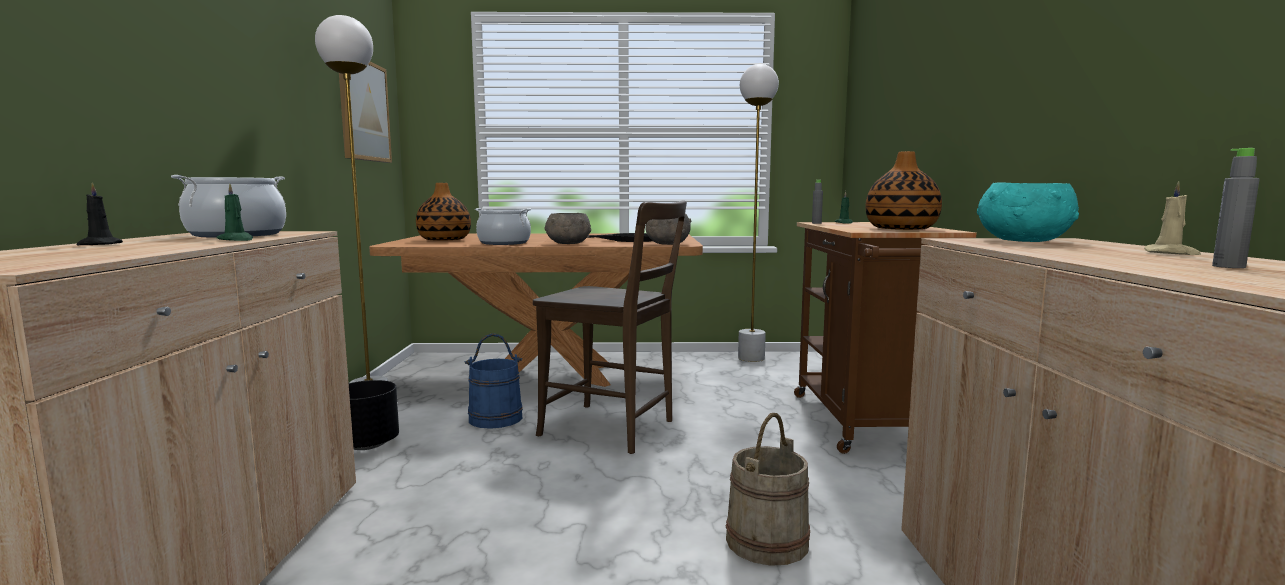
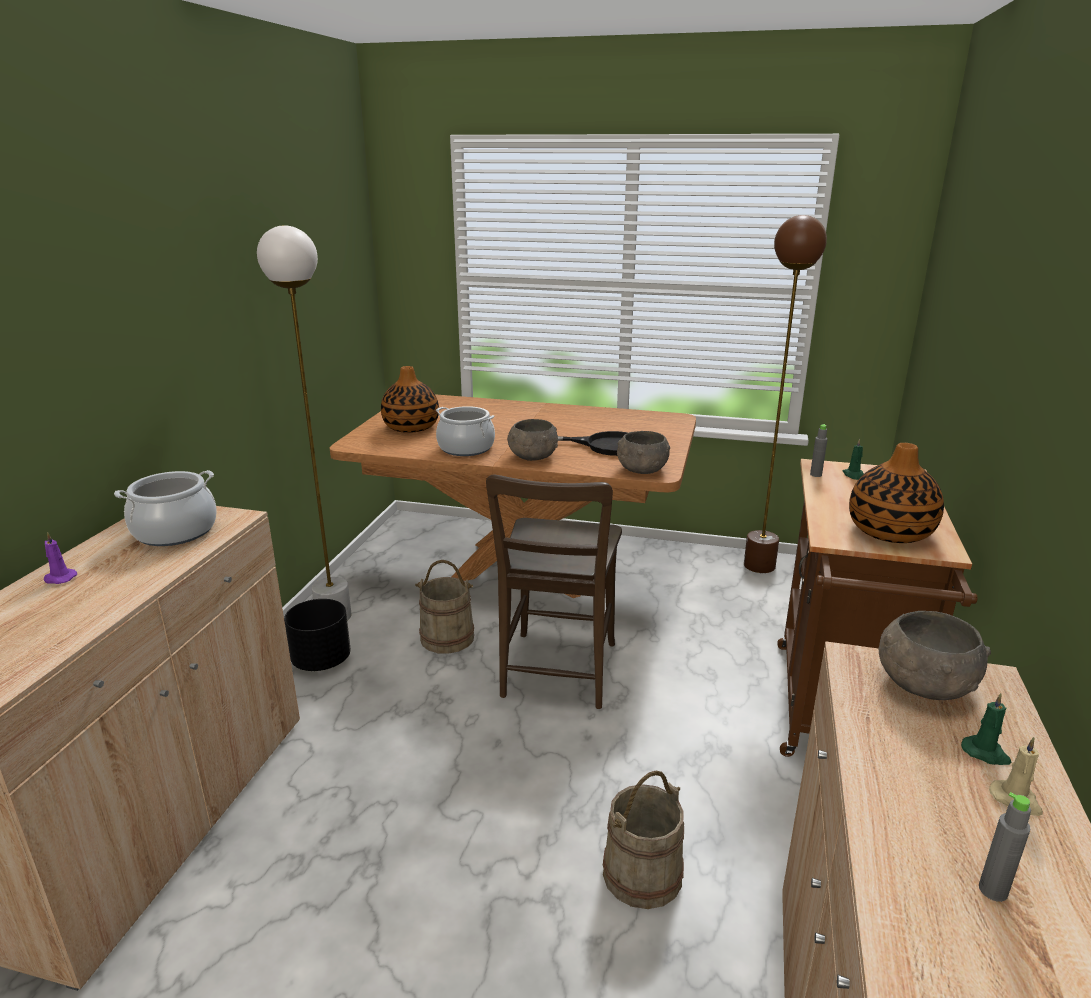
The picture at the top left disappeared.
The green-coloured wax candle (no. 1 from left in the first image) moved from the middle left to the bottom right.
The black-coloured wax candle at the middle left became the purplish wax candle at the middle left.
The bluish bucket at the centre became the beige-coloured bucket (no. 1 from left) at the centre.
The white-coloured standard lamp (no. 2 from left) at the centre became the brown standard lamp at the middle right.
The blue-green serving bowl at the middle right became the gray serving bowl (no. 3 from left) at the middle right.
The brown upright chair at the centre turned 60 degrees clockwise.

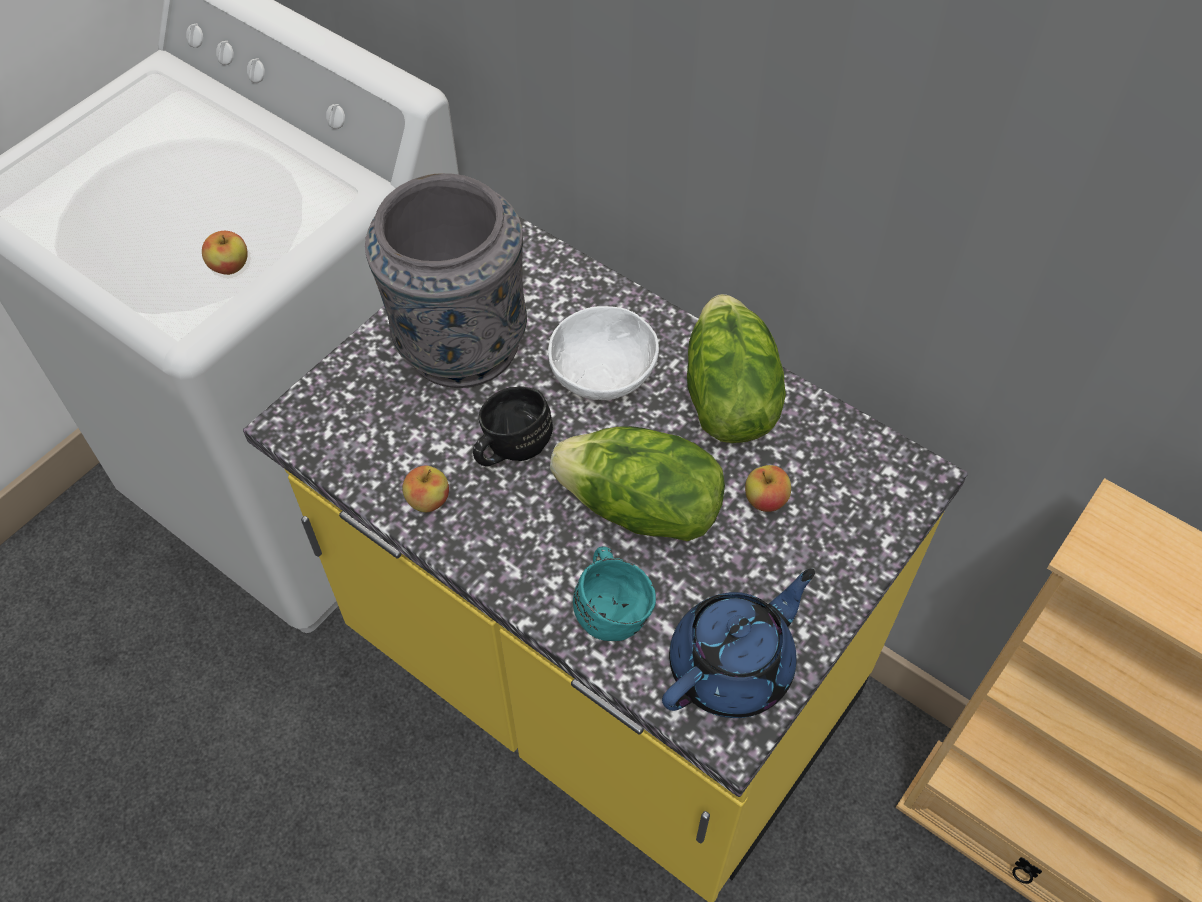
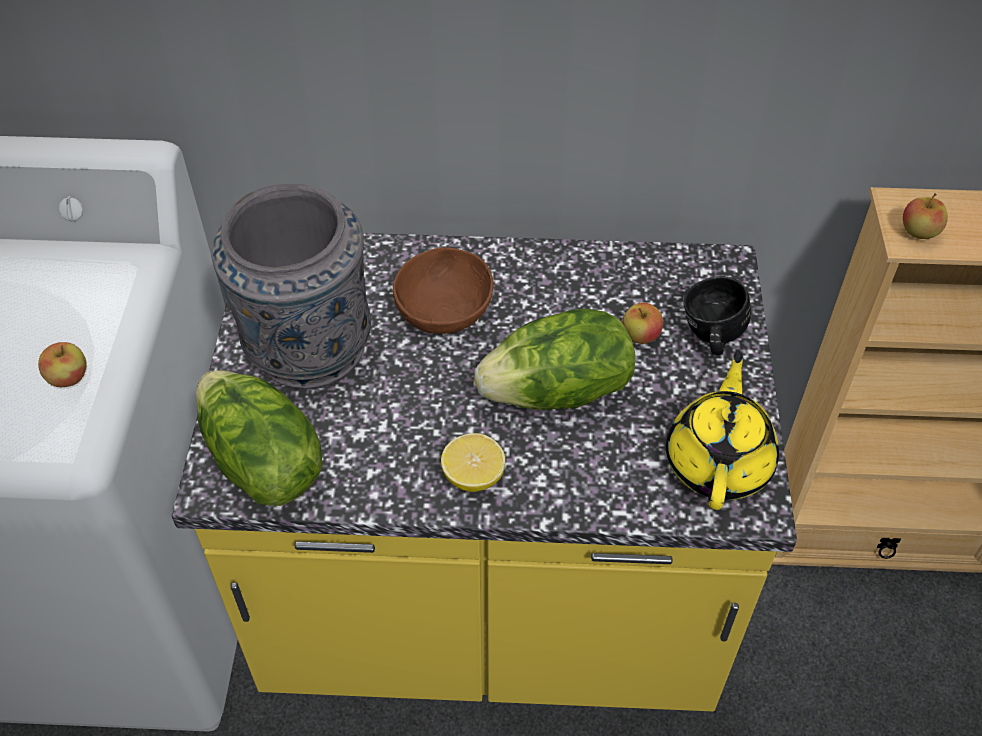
The blue-green tea mug at the centre disappeared.
The citrus fruit at the centre appeared.
The apple fruit (no. 2 from left in the first image) moved from the centre to the top right.
The black-coloured tea mug moved from the centre to the middle right.
The lettuce head (no. 2 from left in the first image) moved from the centre to the middle left.
The white-coloured serving bowl at the centre became the brown serving bowl at the centre.
The bluish tea pot at the bottom centre became the yellow-coloured tea pot at the middle right.

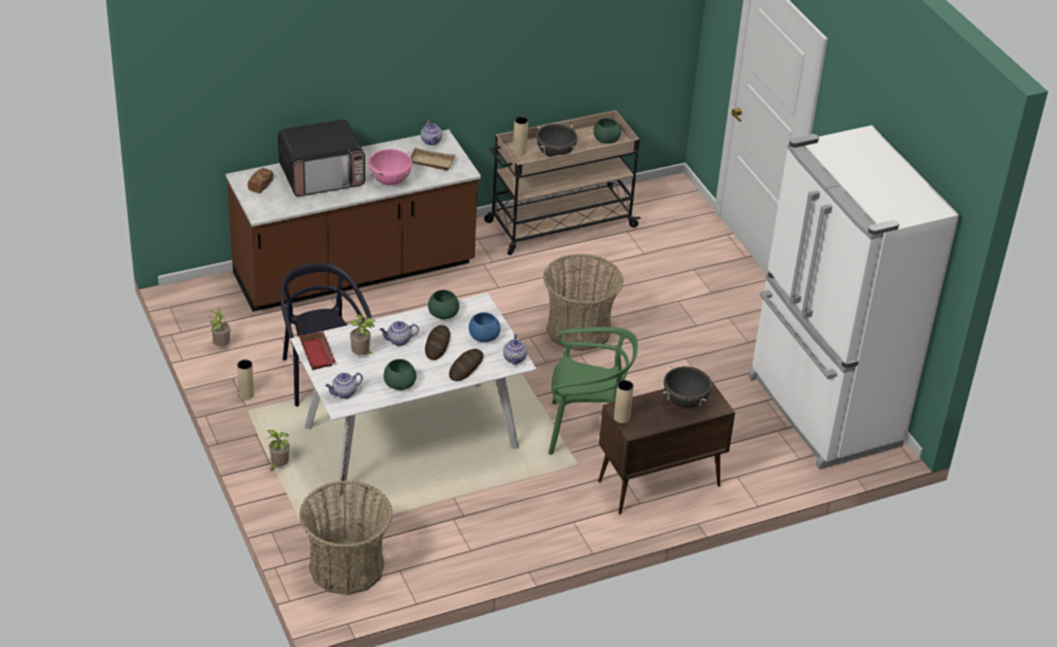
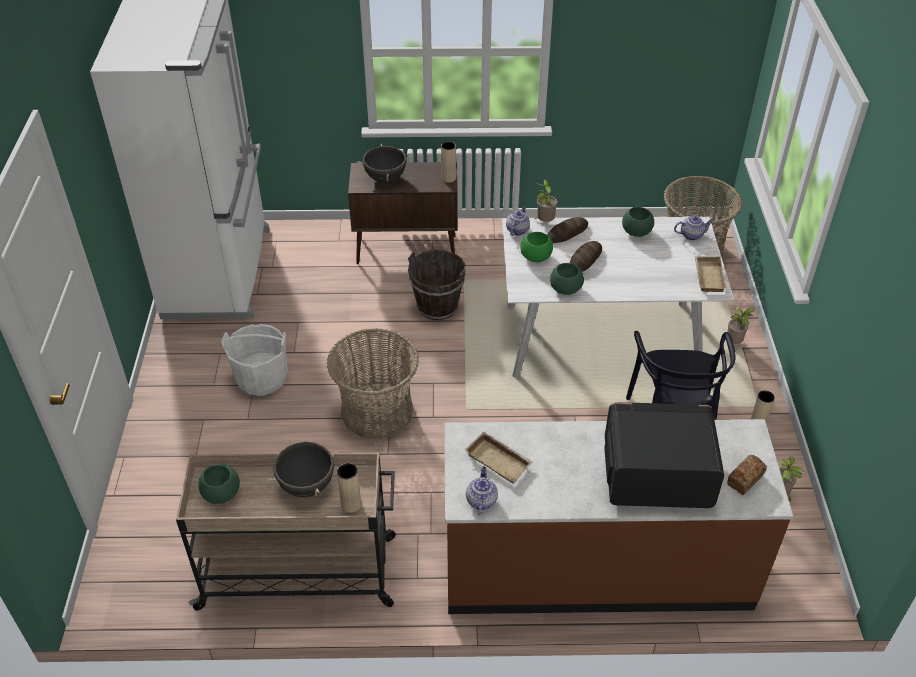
The pink saucepot at the top centre disappeared.
The tea pot (no. 2 from left) at the centre disappeared.
The white-coloured bucket at the middle left appeared.
The houseplant (no. 3 from left in the first image) moved from the centre to the top centre.
The green-coloured upright chair at the centre was replaced by the brown bucket at the centre.
The reddish tray at the middle left became the beige-coloured tray (no. 2 from left) at the middle right.
The bluish serving bowl at the centre became the green-coloured serving bowl (no. 2 from left) at the centre.

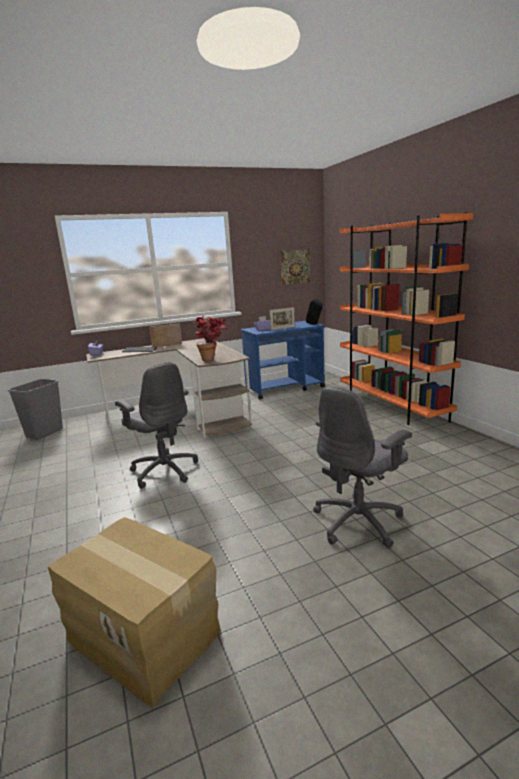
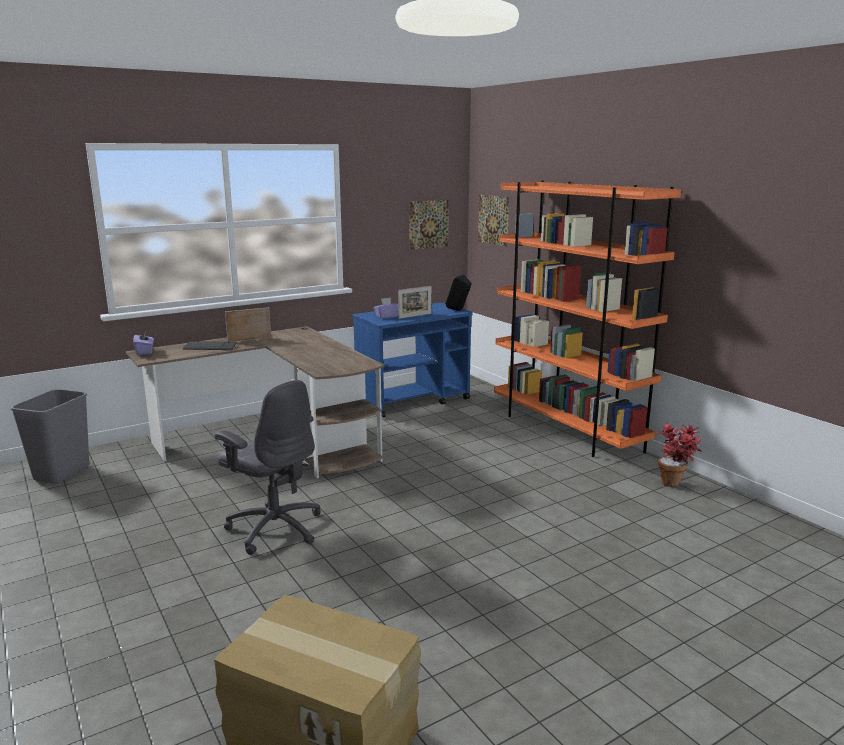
The gray office chair (no. 2 from left) at the middle right disappeared.
The picture (no. 2 from left) at the top centre appeared.
The houseplant moved from the centre to the middle right.

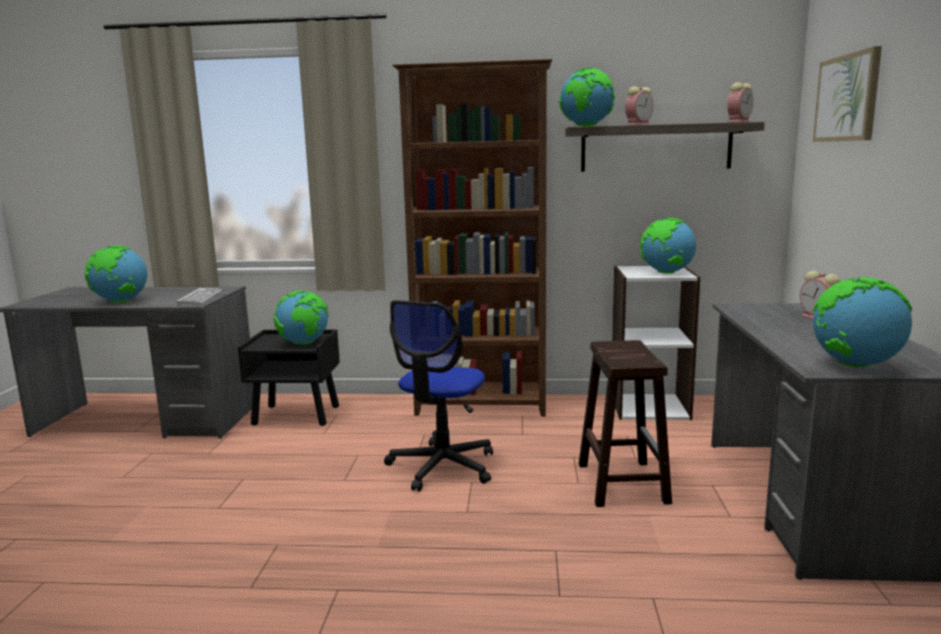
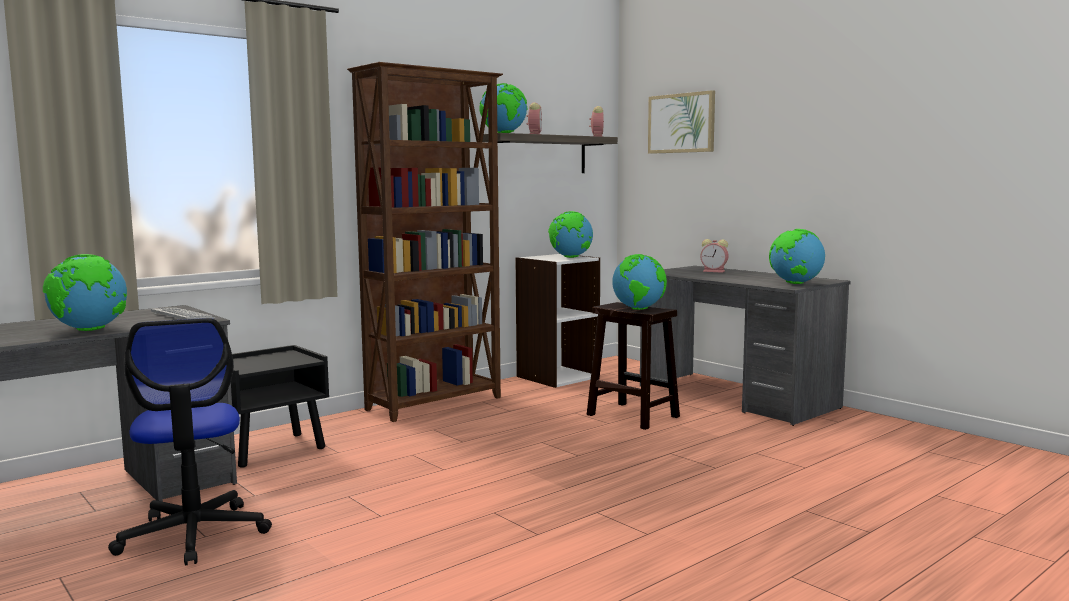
The desk globe (no. 2 from left in the first image) moved from the middle left to the centre.
The office chair moved from the centre to the bottom left.

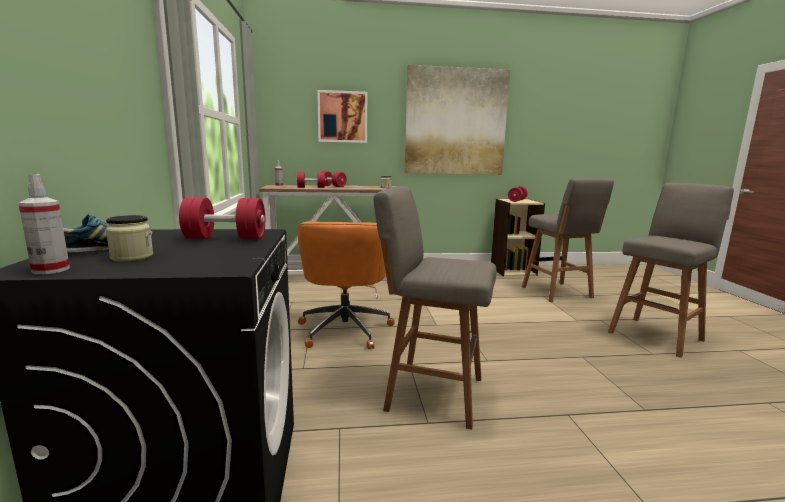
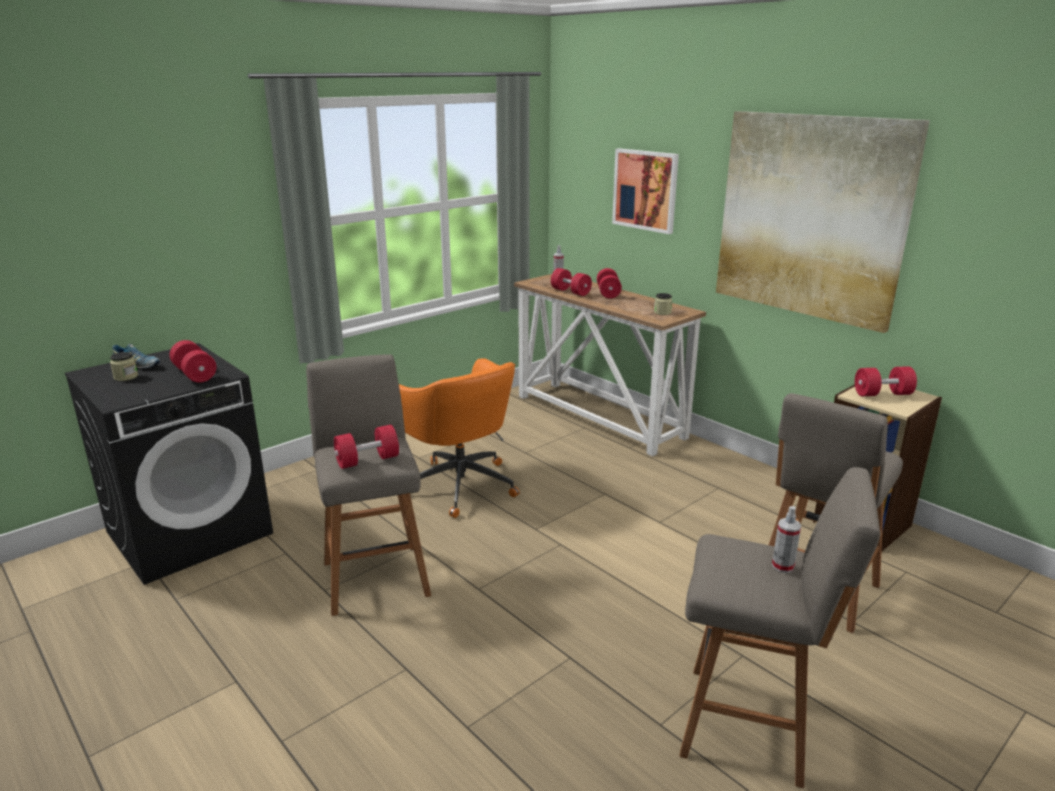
The reddish dumbbell (no. 2 from left) at the centre appeared.
The sprayer (no. 1 from left in the first image) moved from the middle left to the bottom right.
The orange office chair at the centre turned 90 degrees counterclockwise.

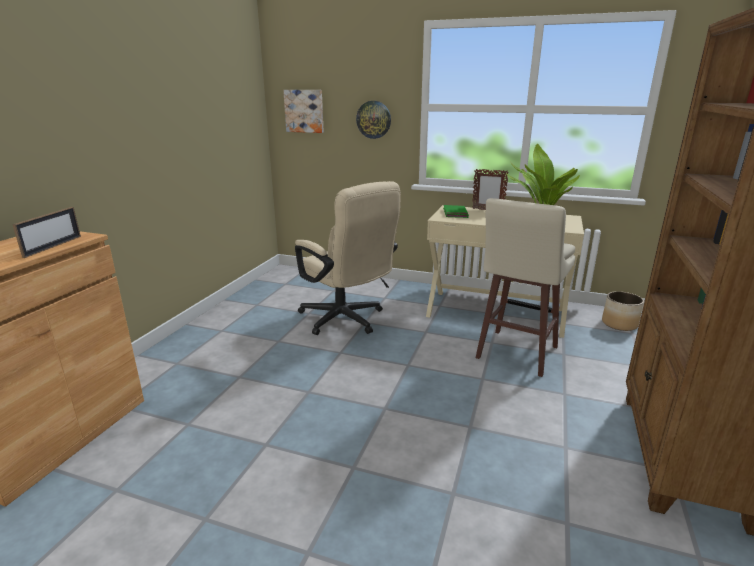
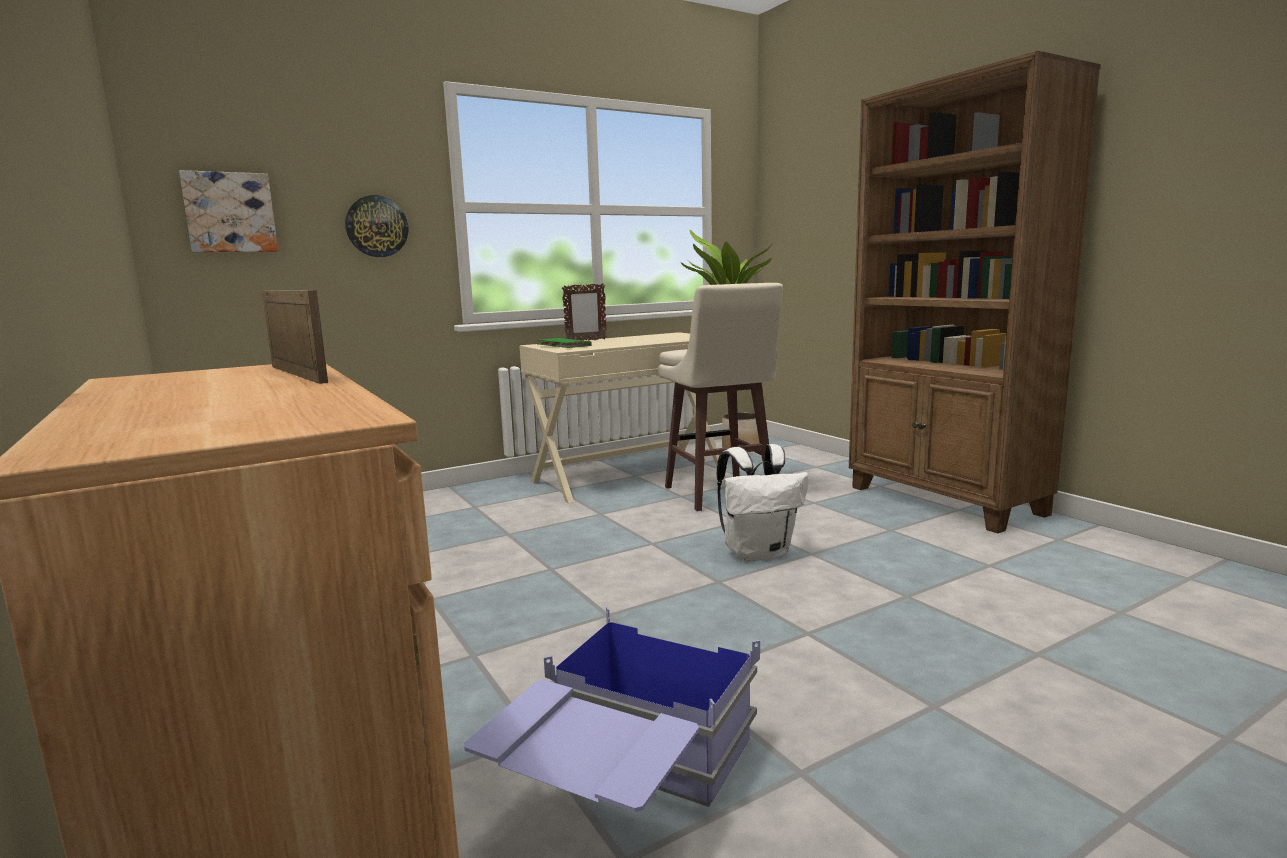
The beige-coloured office chair at the centre disappeared.
The bluish storage container at the bottom centre appeared.
The white-coloured backpack at the centre appeared.

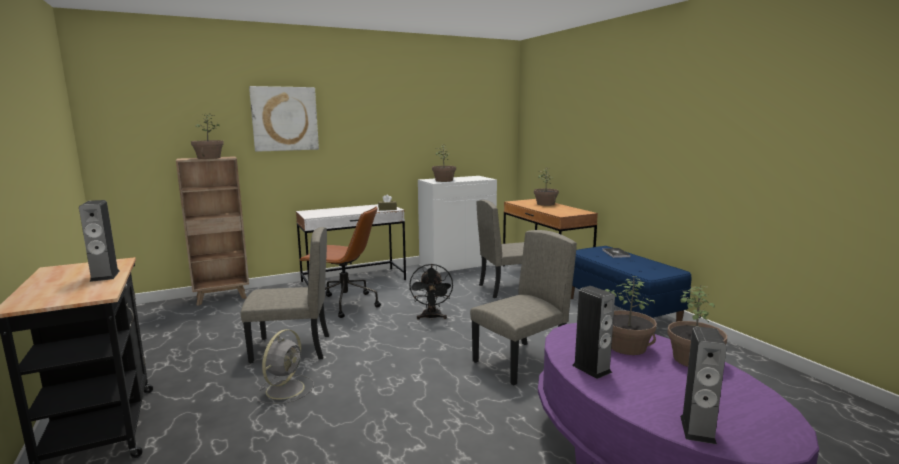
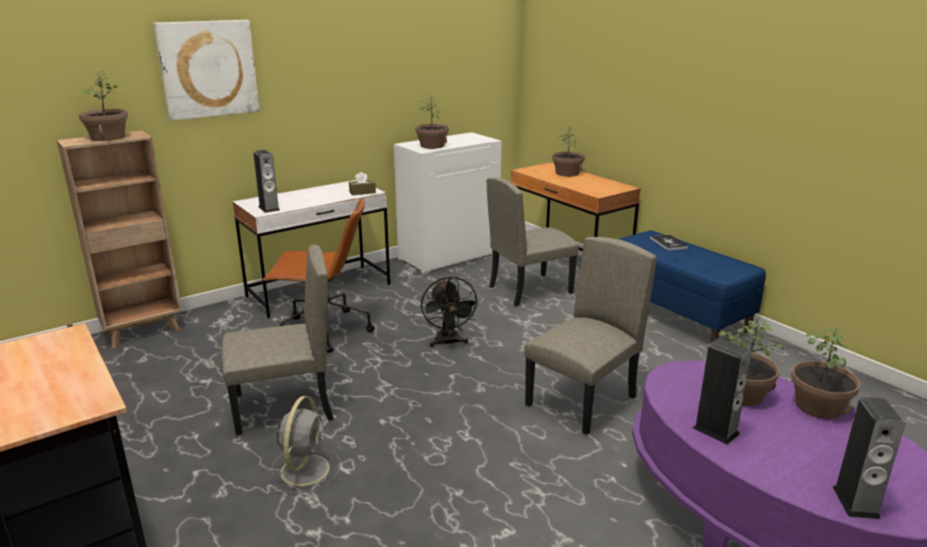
The speaker (no. 1 from left) moved from the middle left to the top left.

